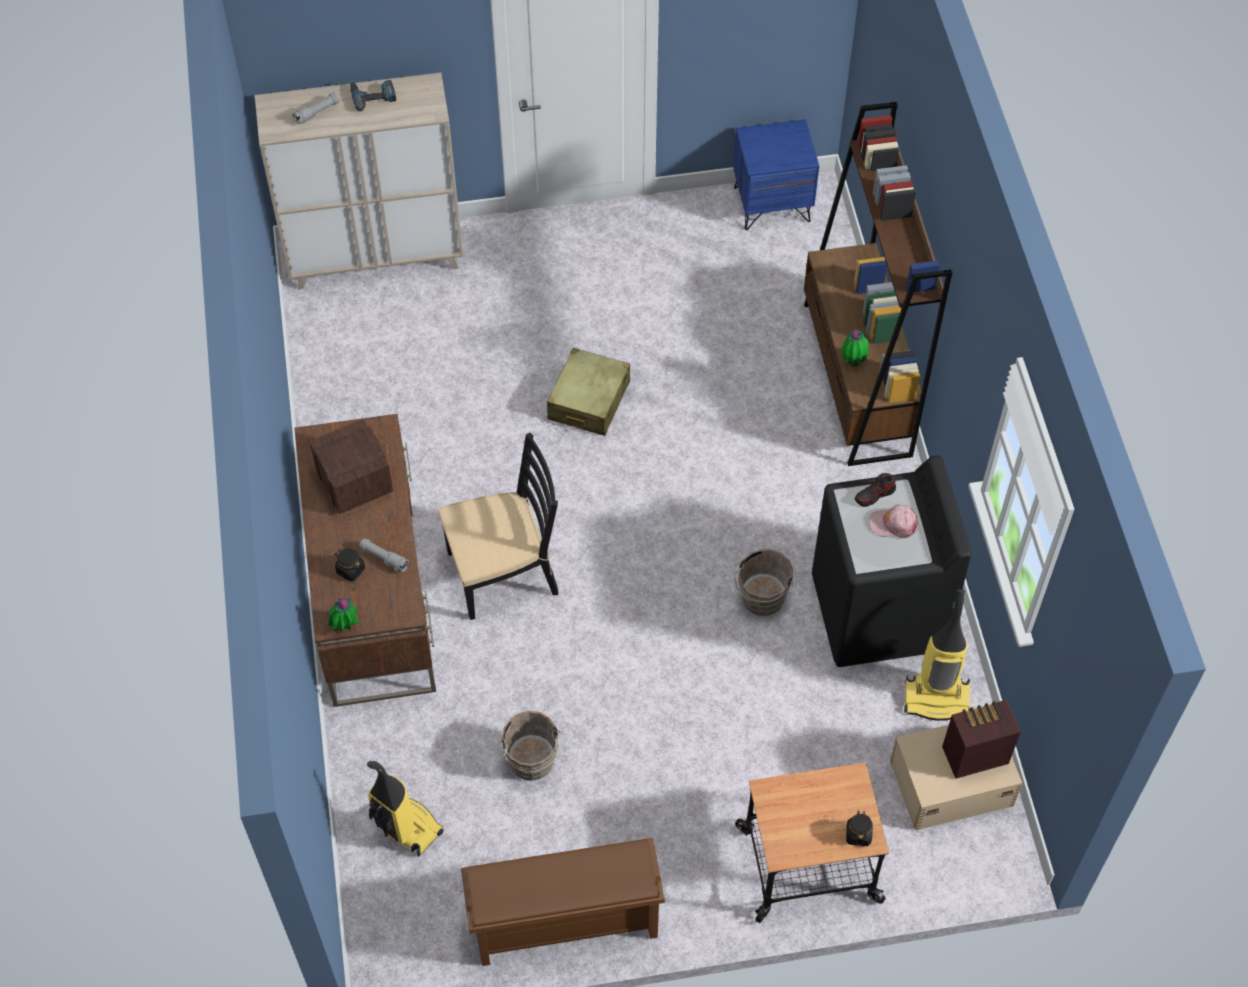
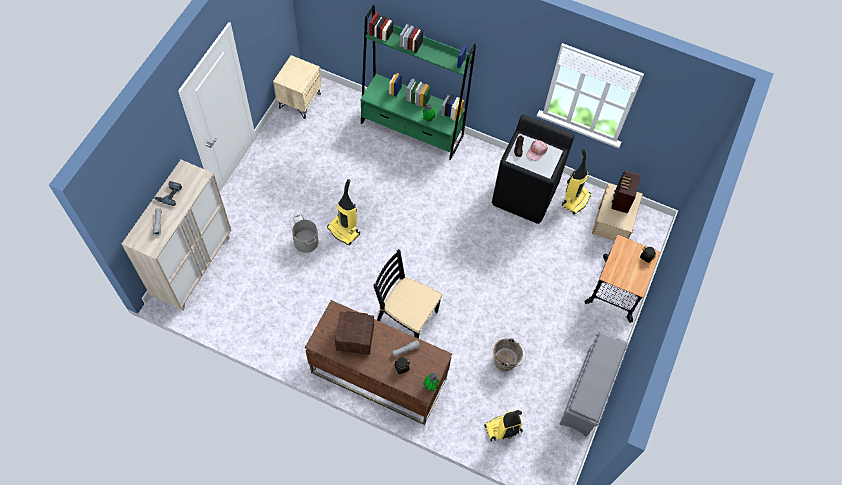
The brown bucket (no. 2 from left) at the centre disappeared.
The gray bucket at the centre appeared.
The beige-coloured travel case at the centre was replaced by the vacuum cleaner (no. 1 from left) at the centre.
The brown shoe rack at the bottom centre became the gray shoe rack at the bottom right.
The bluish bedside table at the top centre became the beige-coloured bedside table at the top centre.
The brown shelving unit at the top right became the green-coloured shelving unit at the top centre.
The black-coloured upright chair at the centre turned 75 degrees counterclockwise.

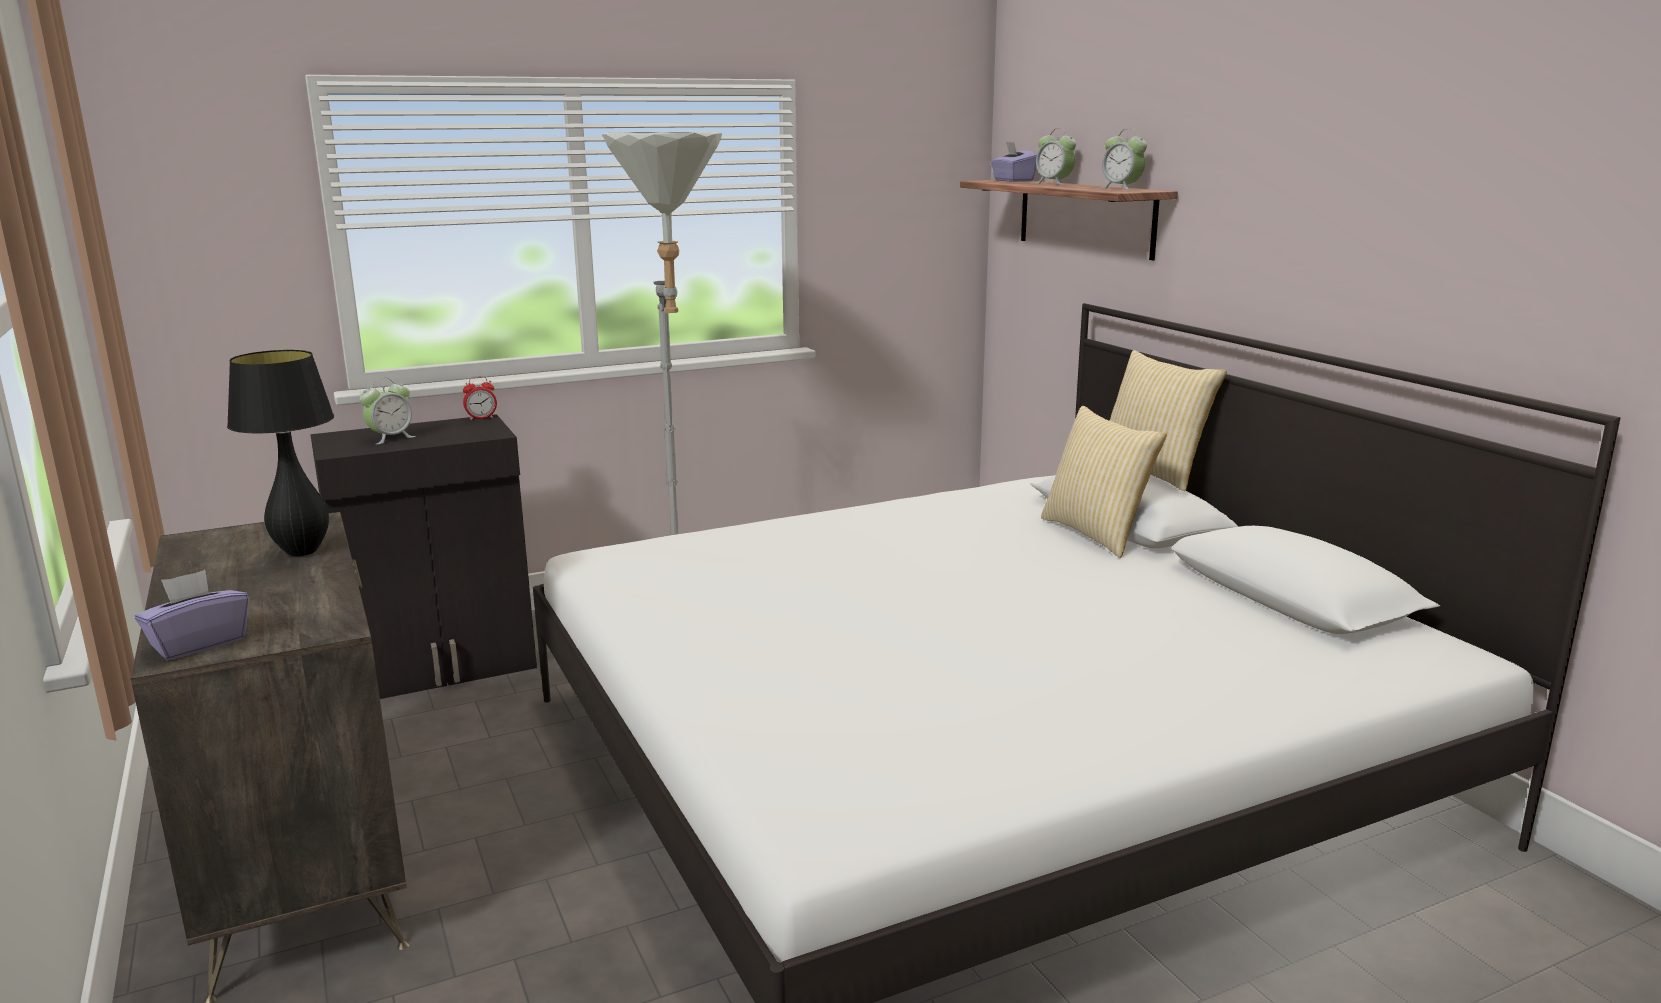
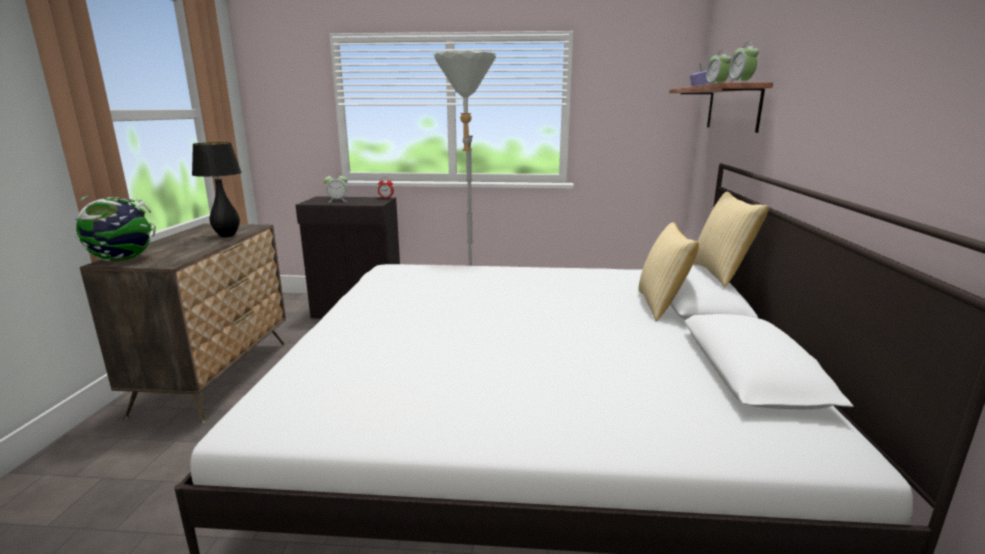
The purplish tissue holder (no. 1 from left) at the middle left was replaced by the desk globe at the middle left.

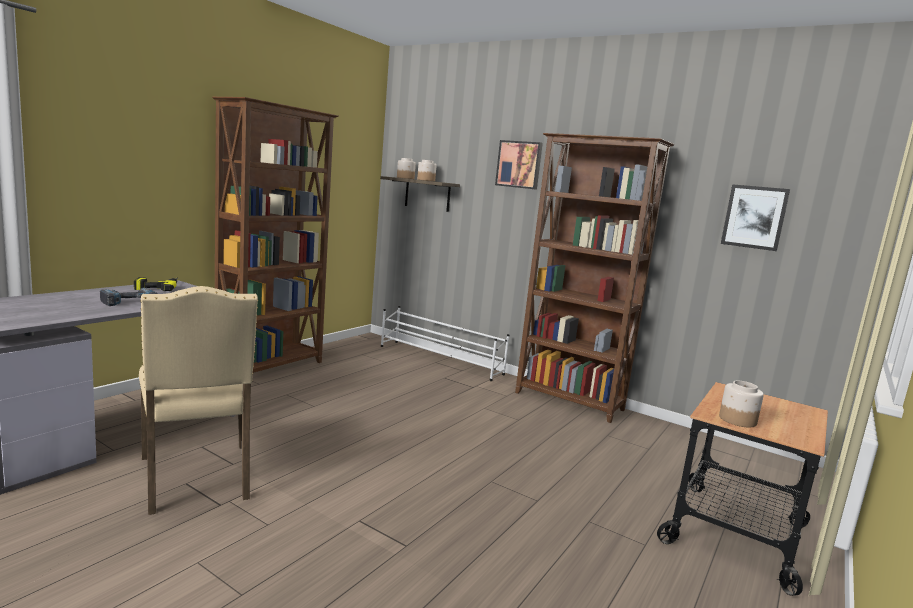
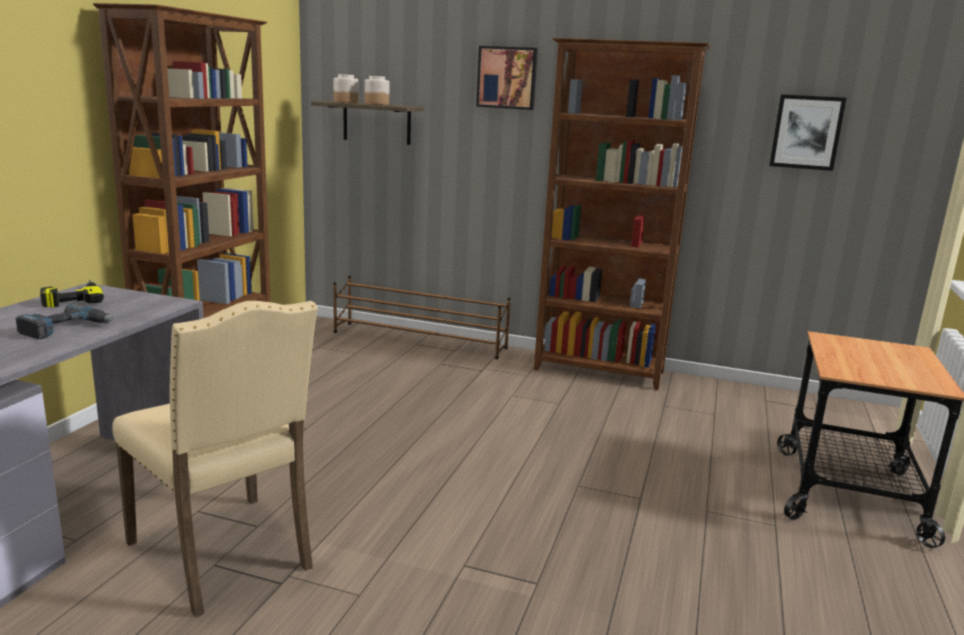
The storage jar (no. 3 from left) at the middle right disappeared.
The white-coloured shoe rack at the centre became the brown shoe rack at the centre.

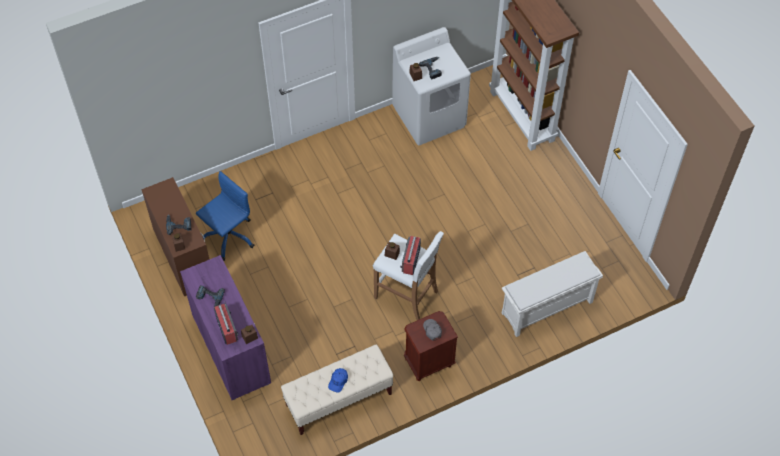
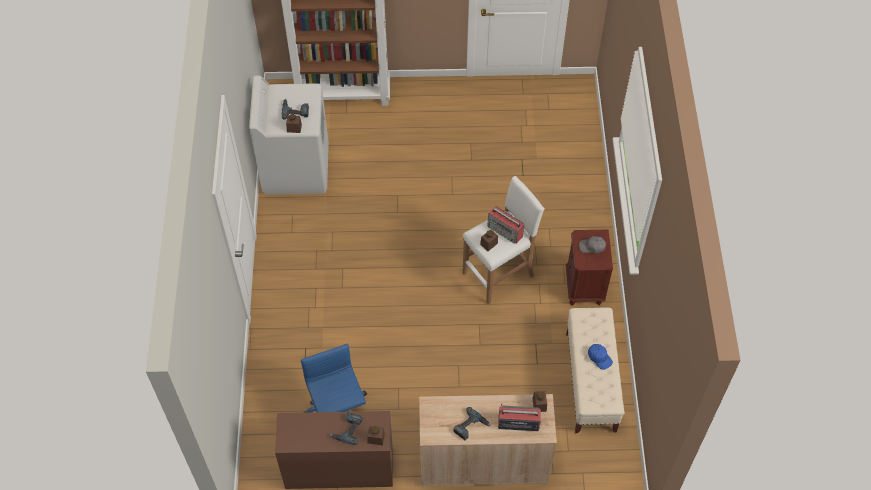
The white-coloured shoe rack at the middle right disappeared.
The purplish storage cabinet at the bottom left became the beige-coloured storage cabinet at the bottom centre.

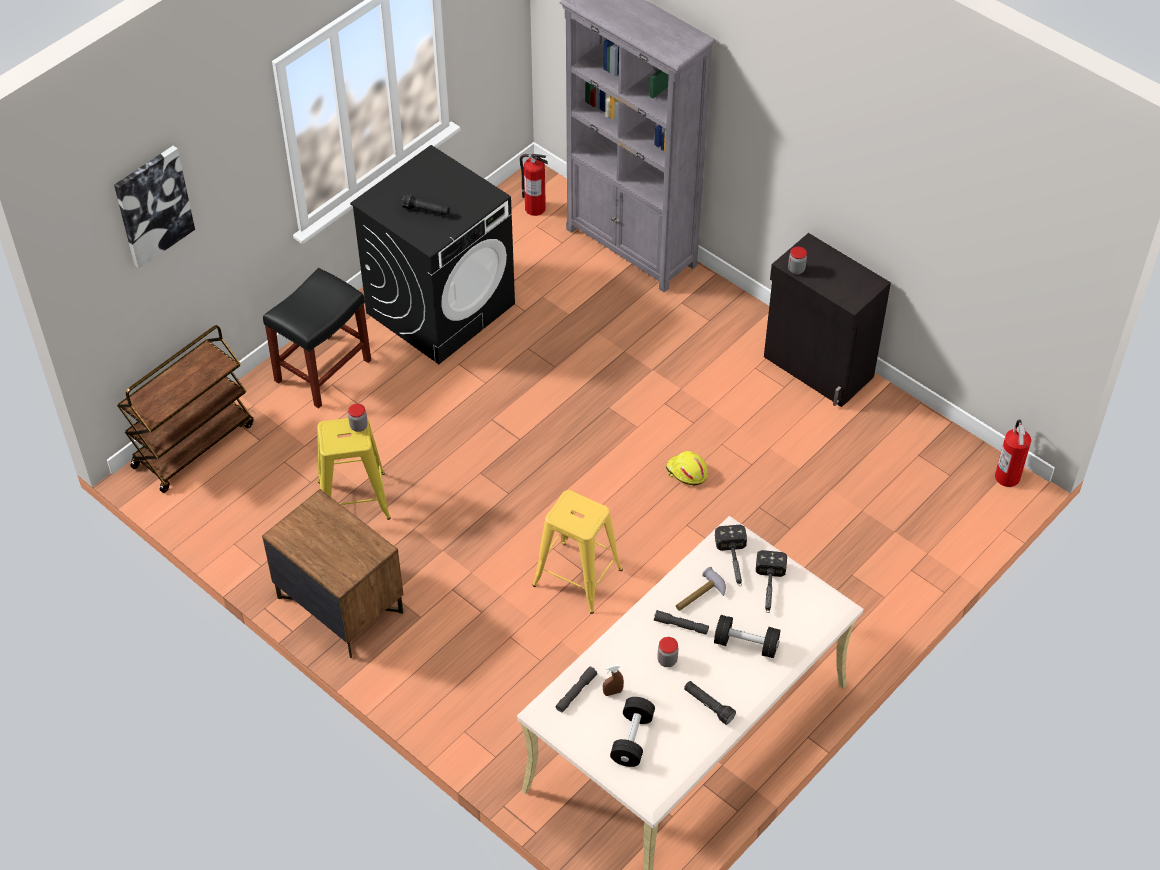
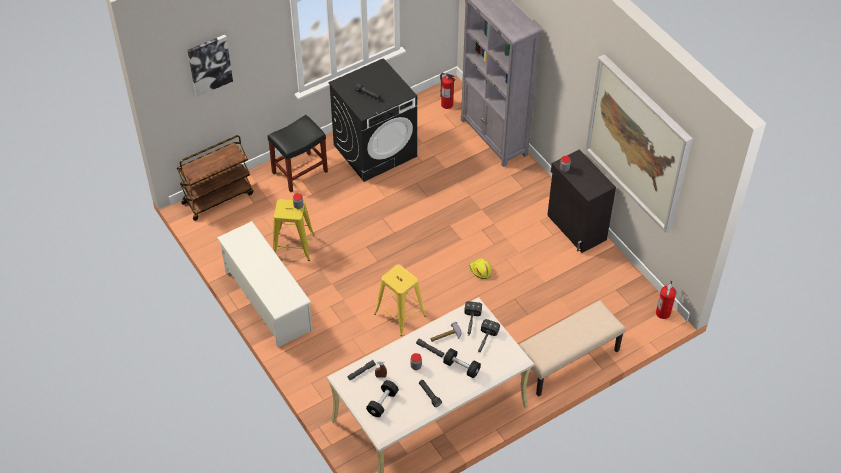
The beige-coloured long seat at the bottom right appeared.
The picture (no. 2 from left) at the top right appeared.
The brown bedside table at the middle left was replaced by the white-coloured shoe rack at the middle left.

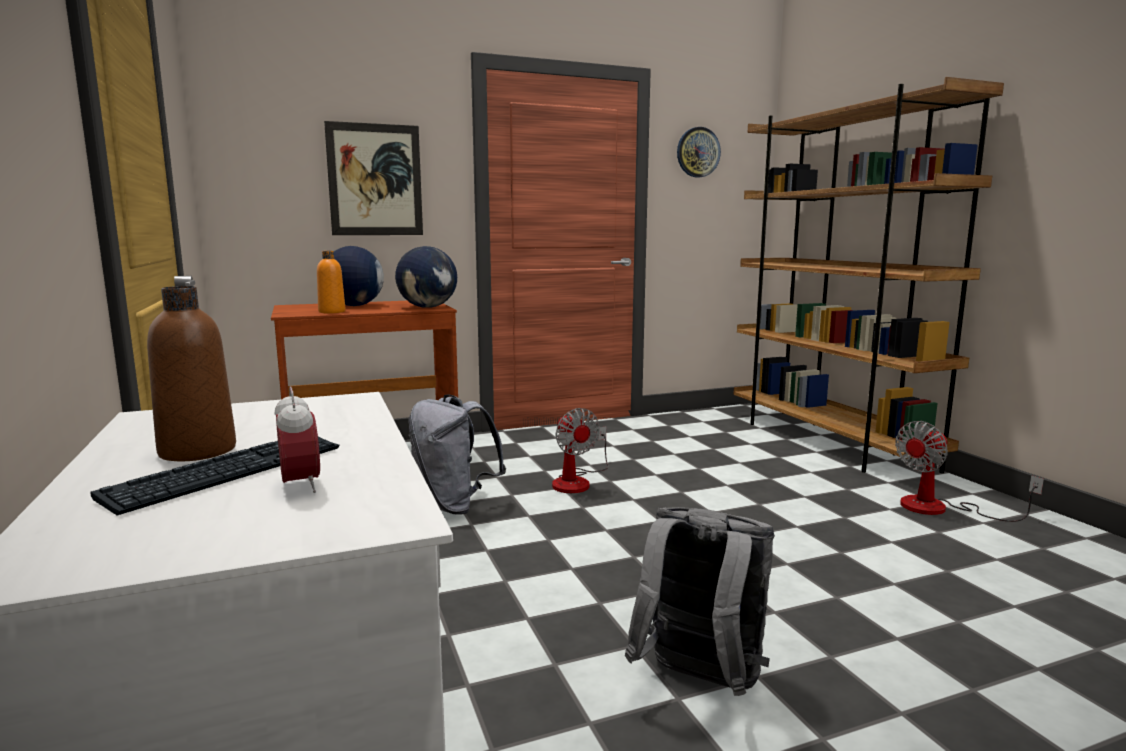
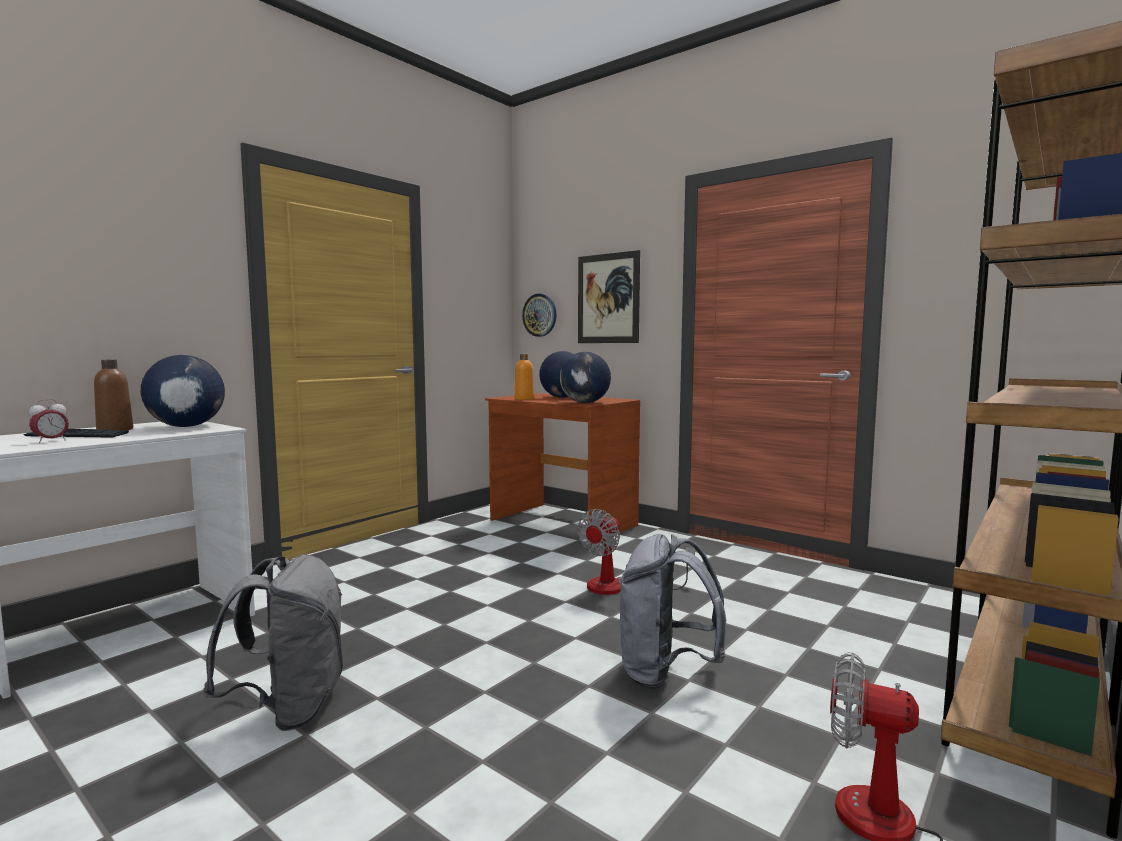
The desk globe (no. 1 from left) at the middle left appeared.
The gray backpack (no. 1 from left in the first image) moved from the centre to the bottom centre.
The hanging clock moved from the top centre to the centre.

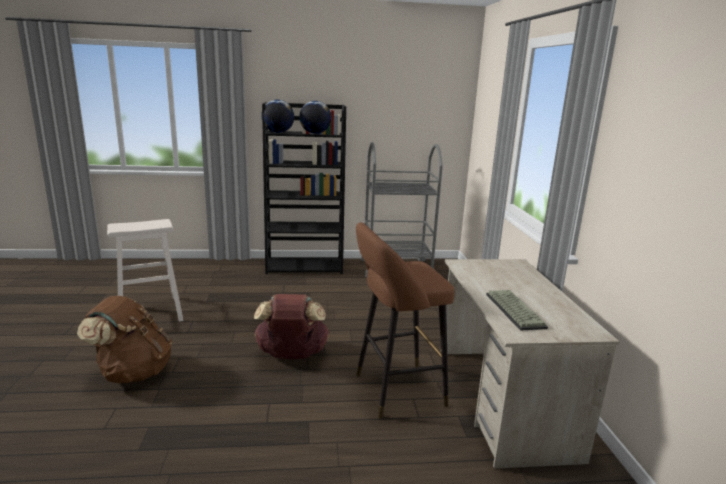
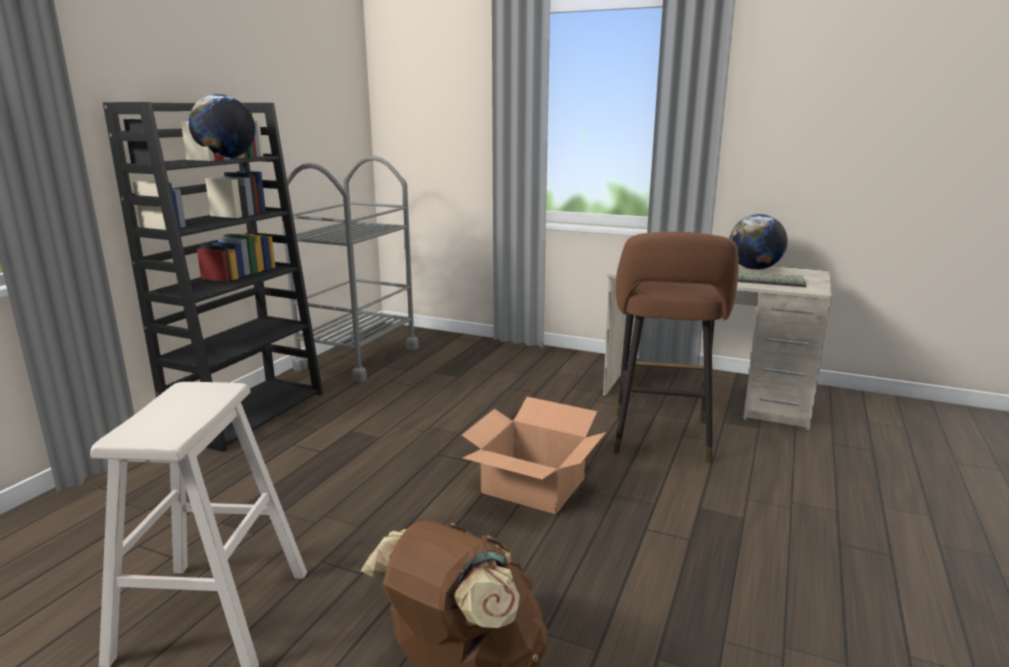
The desk globe (no. 1 from left in the first image) moved from the top centre to the middle right.
The brown backpack (no. 2 from left) at the bottom centre was replaced by the carton at the bottom centre.

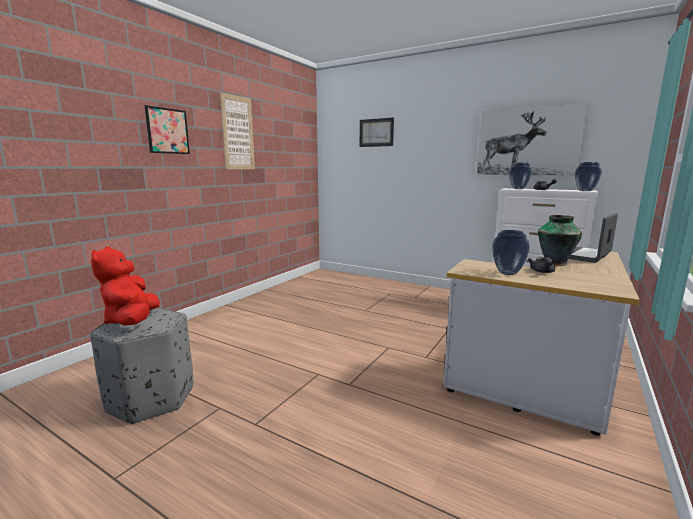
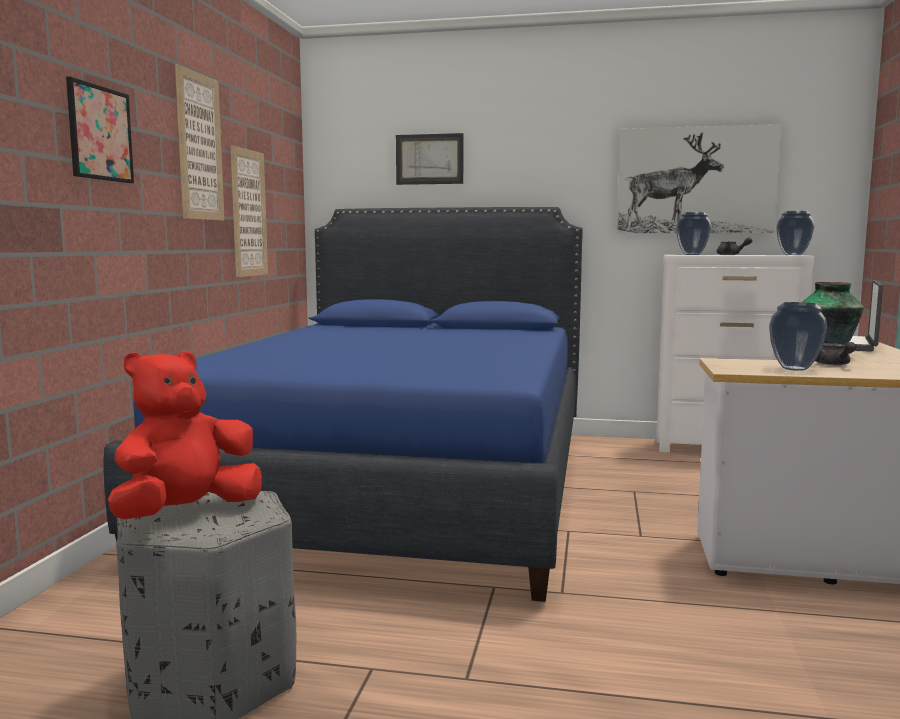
The bluish sleeping bed at the centre appeared.
The picture (no. 3 from left) at the top left appeared.
The reddish soft toy at the middle left turned 75 degrees clockwise.

